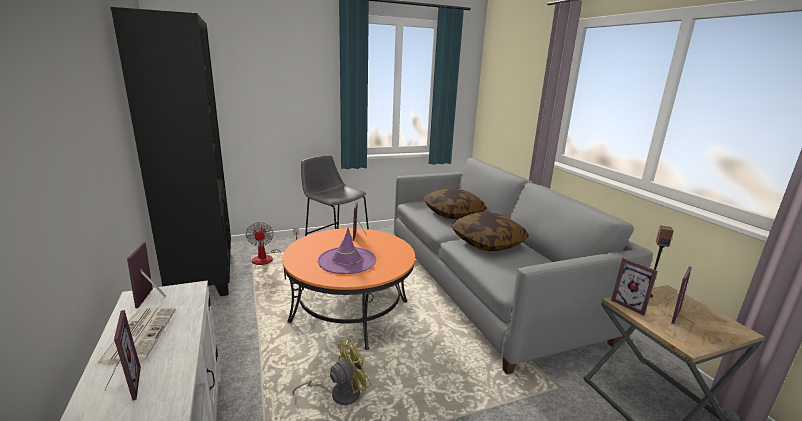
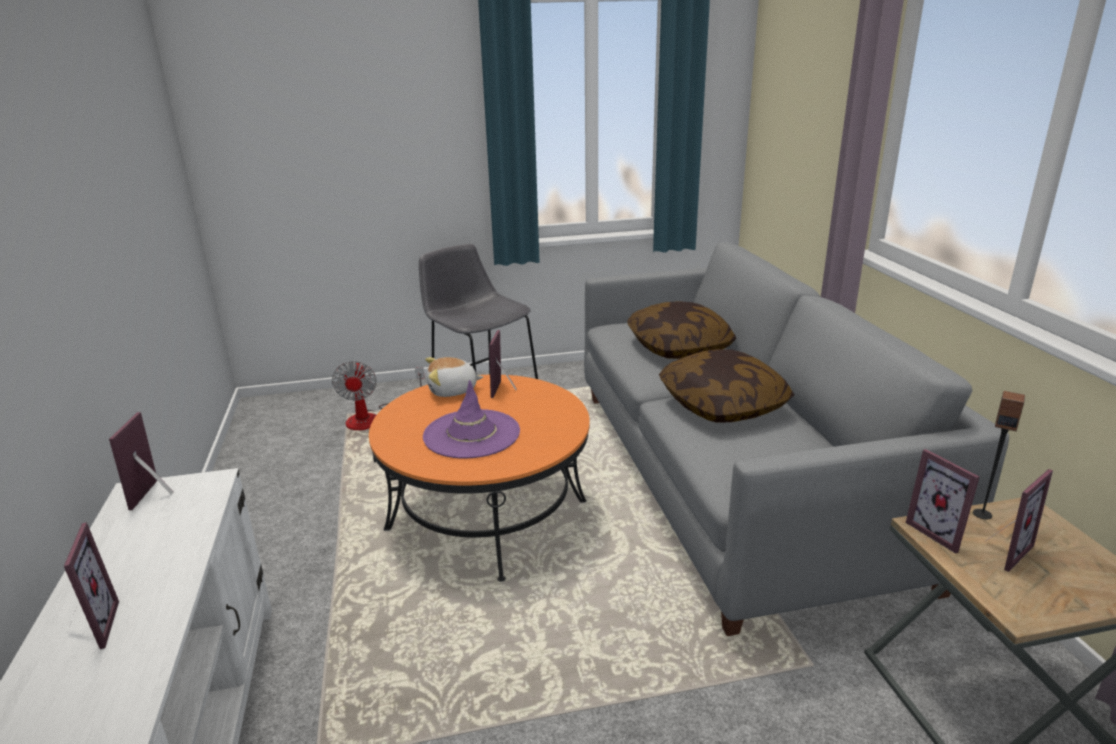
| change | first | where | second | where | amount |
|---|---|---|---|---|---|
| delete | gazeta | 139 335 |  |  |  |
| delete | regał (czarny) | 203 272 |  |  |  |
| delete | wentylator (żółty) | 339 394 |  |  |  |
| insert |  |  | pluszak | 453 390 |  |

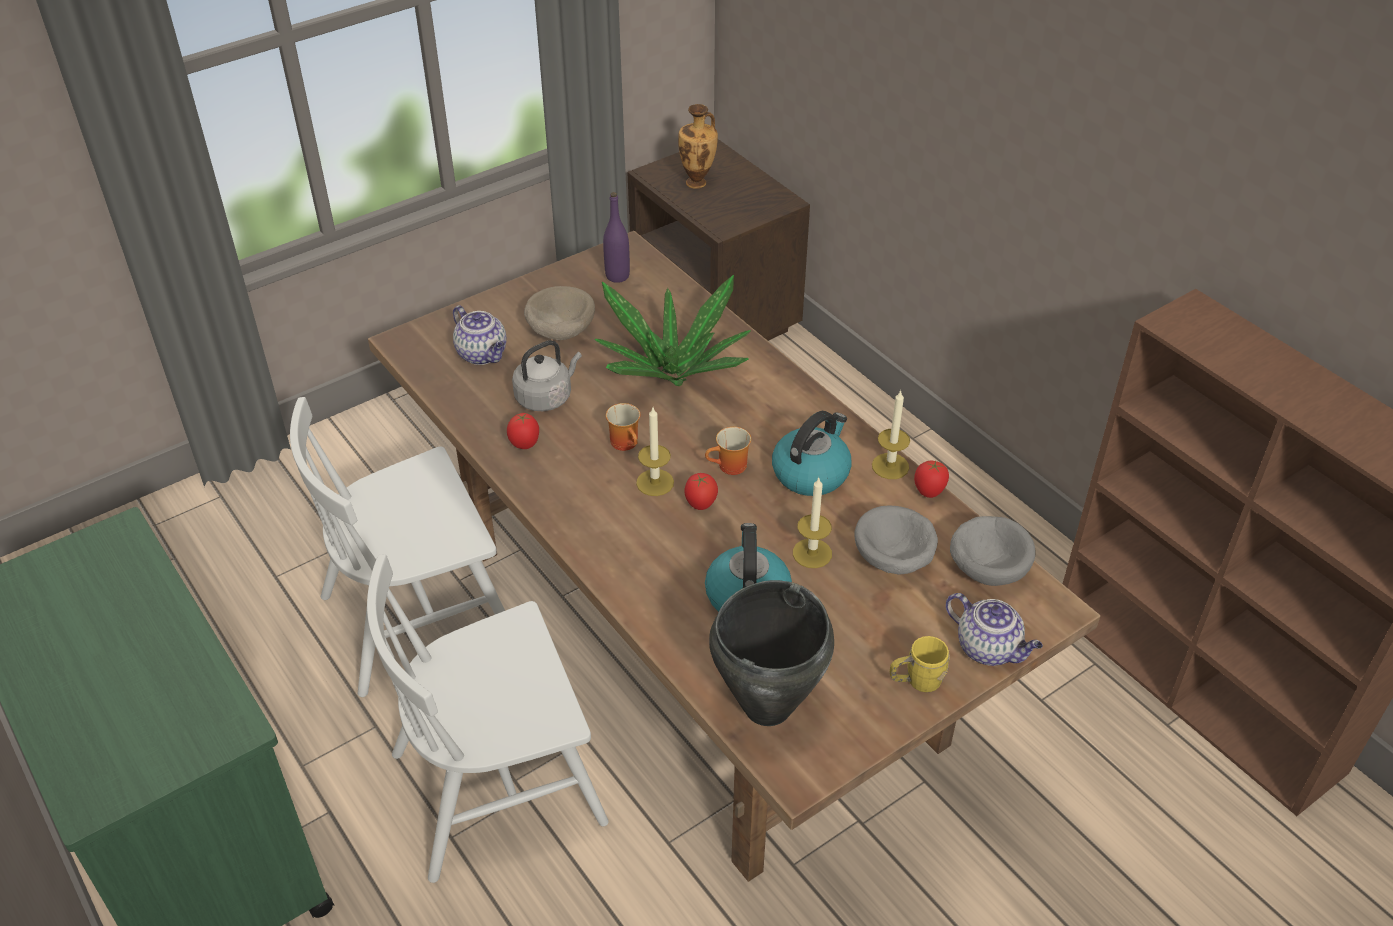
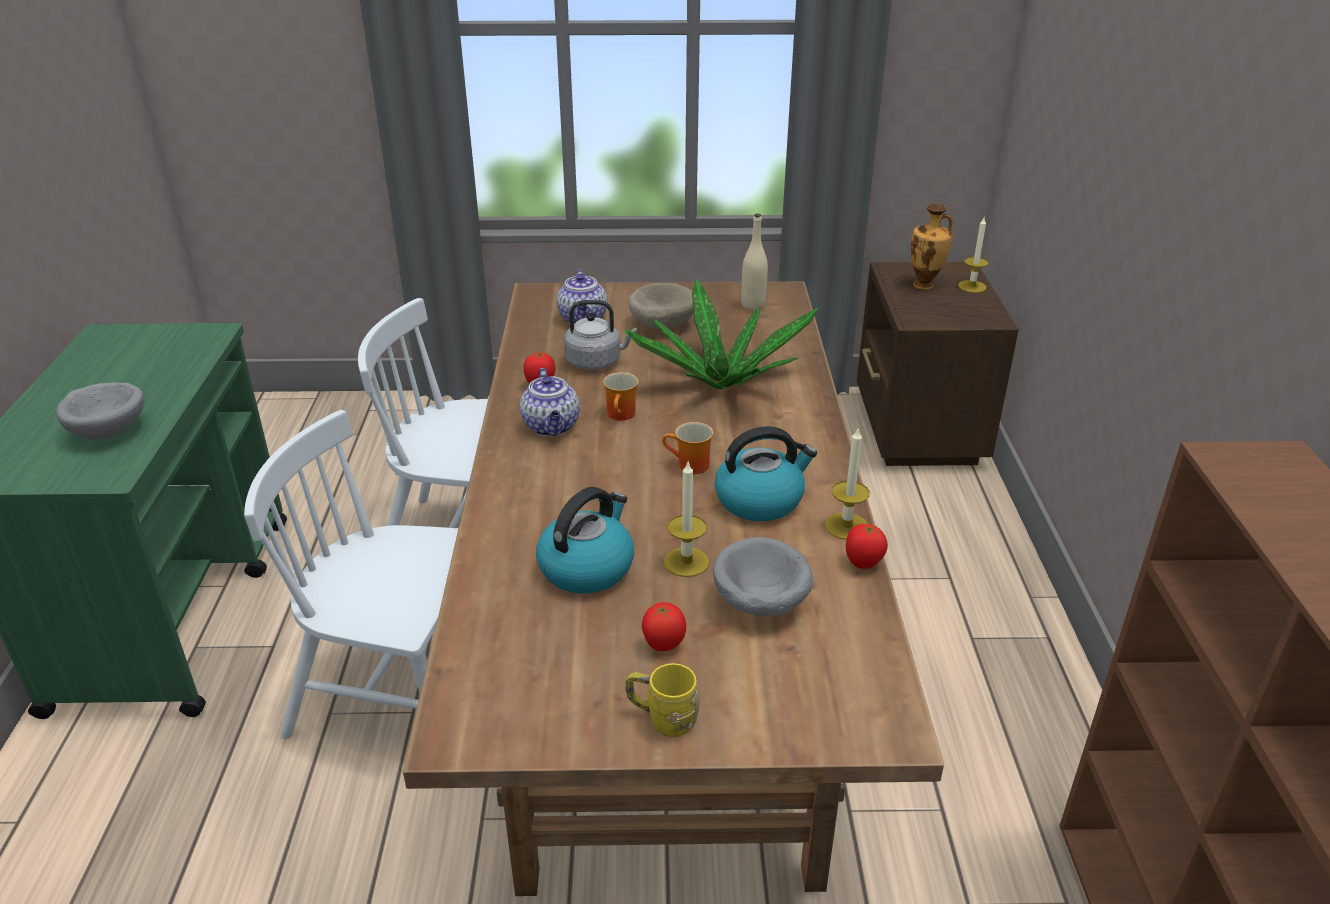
| change | first | where | second | where | amount |
|---|---|---|---|---|---|
| recolor | butelka (fioletowy) | 617 276 | butelka (beżowy) | 753 305 |  |
| move | świeca | 655 482 |  | 972 286 |  |
| move | pomidor | 700 505 |  | 663 645 |  |
| delete | garnek (czarny) | 766 707 |  |  |  |
| move | imbryk | 989 649 |  | 552 427 |  |
| move | miska (szary) | 988 568 |  | 111 430 |  |

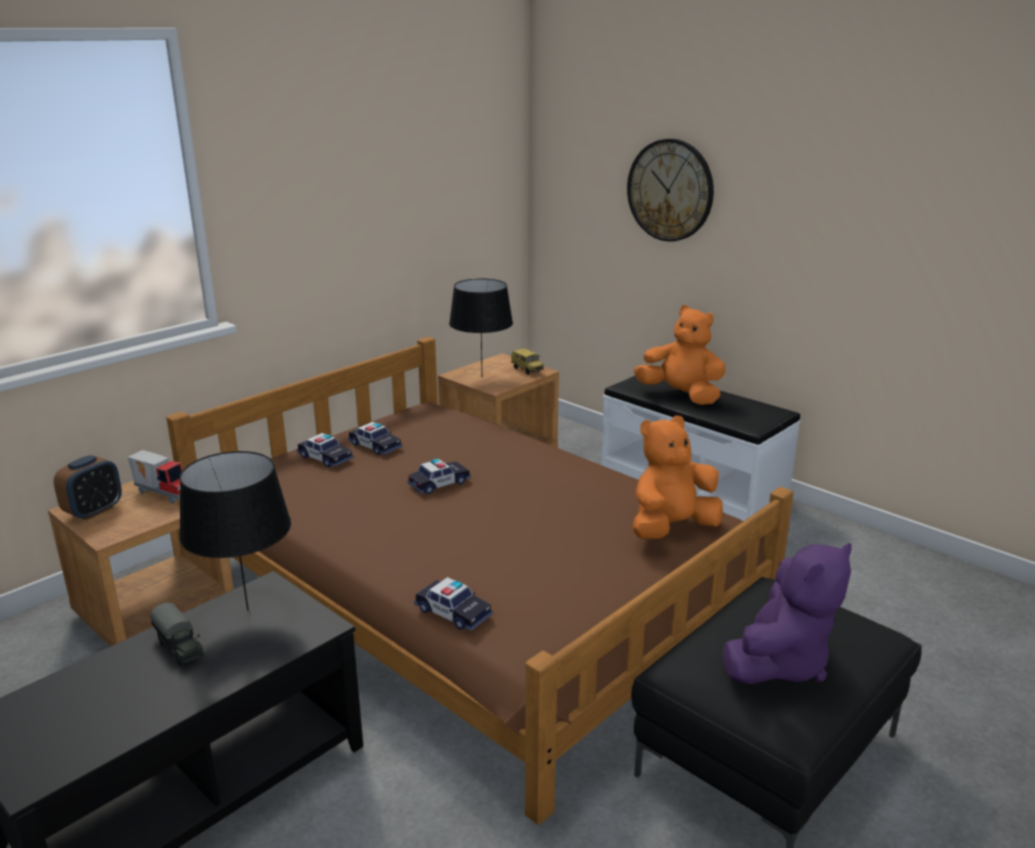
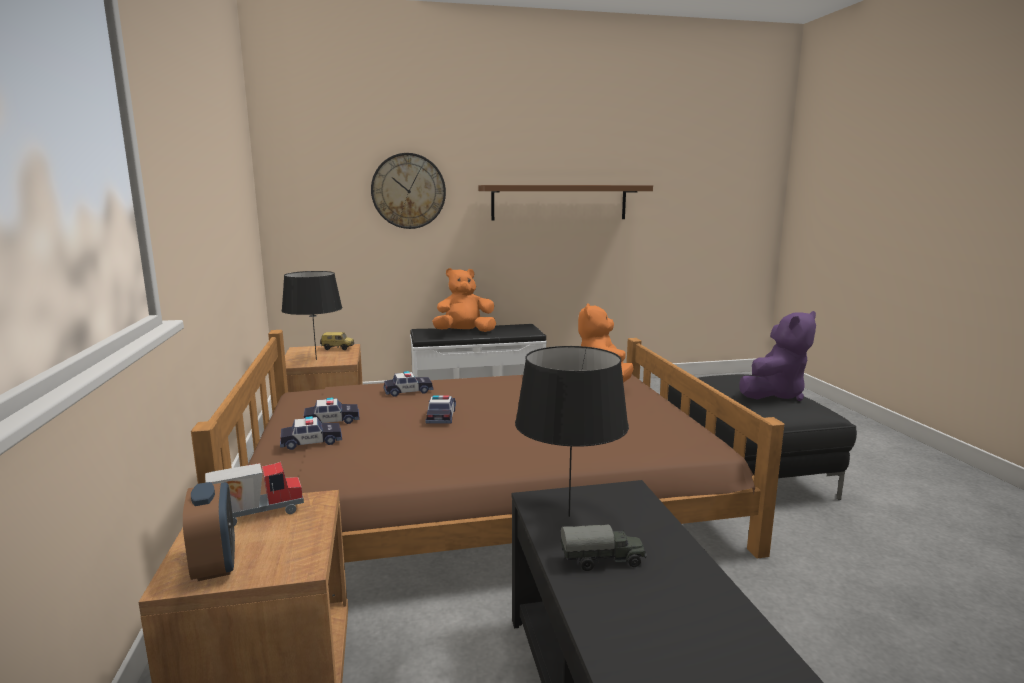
| change | first | where | second | where | amount |
|---|---|---|---|---|---|
| move | samochodzik | 453 612 |  | 408 391 |  |
| rotate | pluszak (fioletowy) | 780 663 |  | 774 394 | 60 degrees clockwise |
| insert |  |  | półka (brązowy) | 559 202 |  |

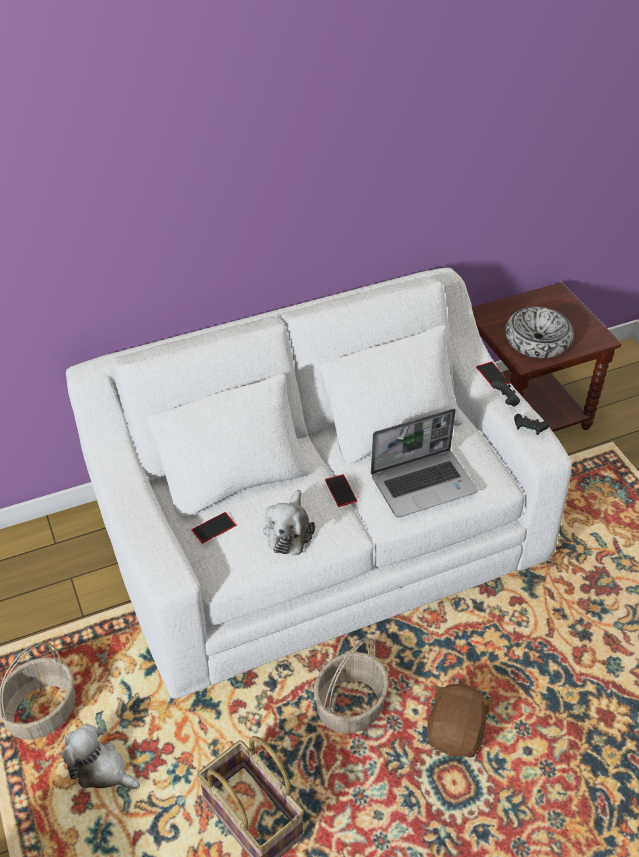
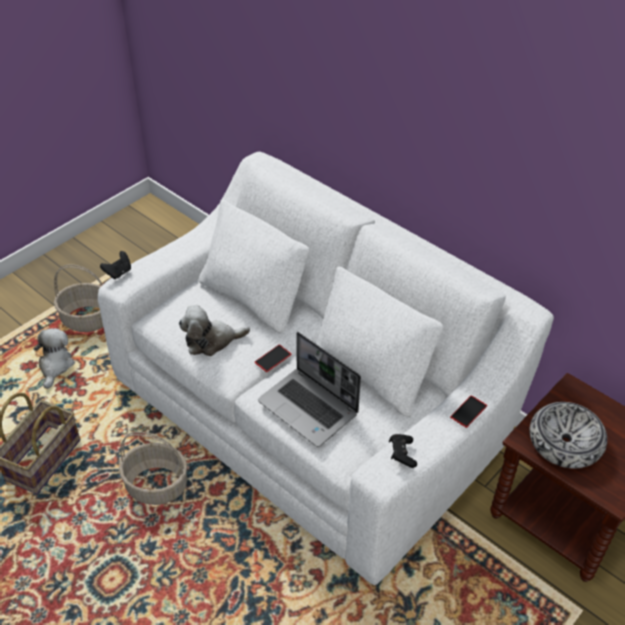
| change | first | where | second | where | amount |
|---|---|---|---|---|---|
| delete | telefon | 213 527 |  |  |  |
| delete | pluszak (brązowy) | 456 733 |  |  |  |
| move | pad do gier (czarny) | 505 401 |  | 118 273 |  |

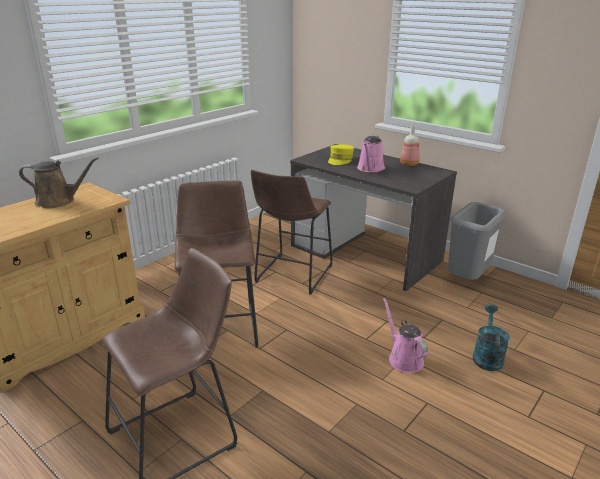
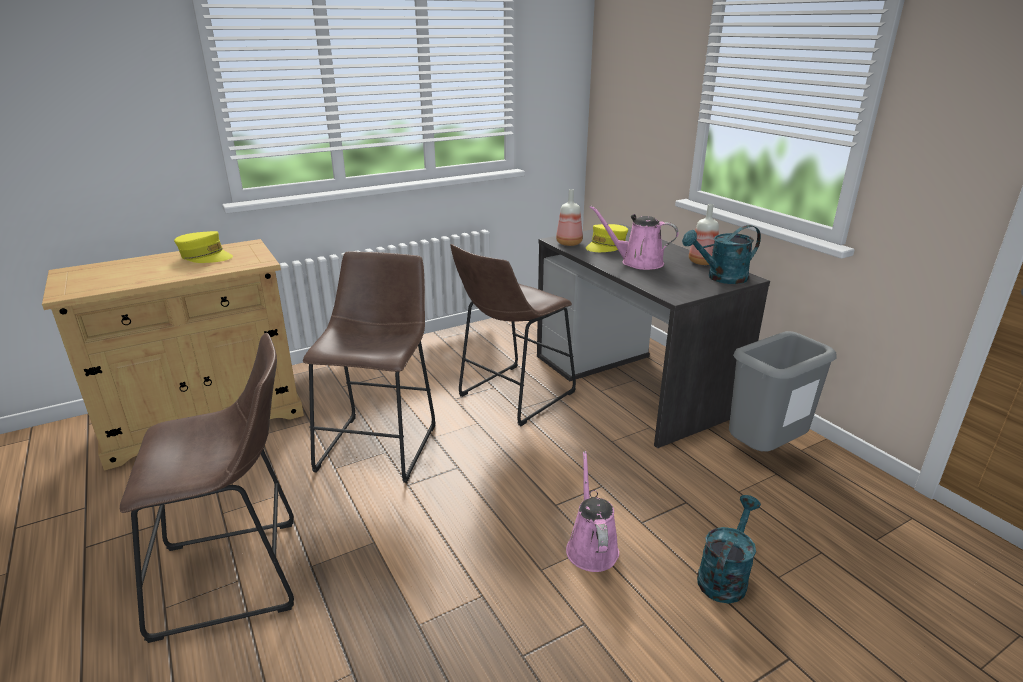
| change | first | where | second | where | amount |
|---|---|---|---|---|---|
| replace | konewka (brązowy) | 59 201 | czapka z daszkiem (żółty) | 205 256 |  |
| rotate | konewka (różowy) | 370 169 |  | 637 262 | 75 degrees clockwise |
| insert |  |  | butelka | 570 243 |  |
| insert |  |  | konewka (turkusowy) | 721 278 |  |

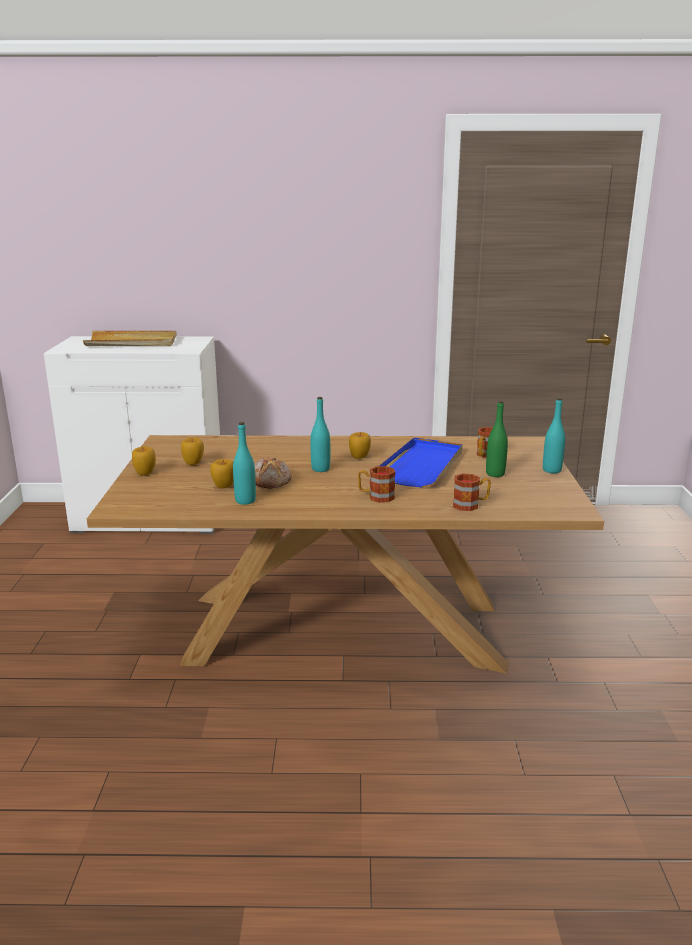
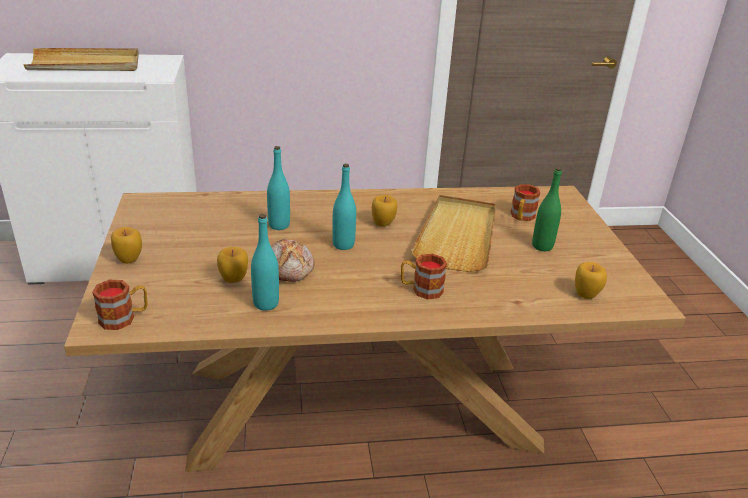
| change | first | where | second | where | amount |
|---|---|---|---|---|---|
| move | jabłko | 193 463 |  | 586 294 |  |
| recolor | taca (niebieski) | 422 466 | taca (beżowy) | 457 236 |  |
| move | kubek | 471 505 |  | 124 318 |  |
| move | butelka (turkusowy) | 551 470 |  | 279 225 |  |

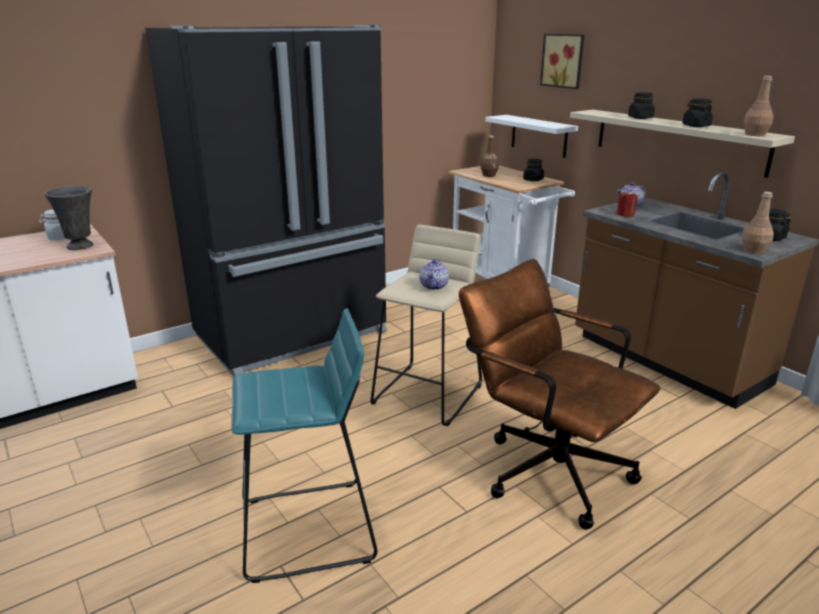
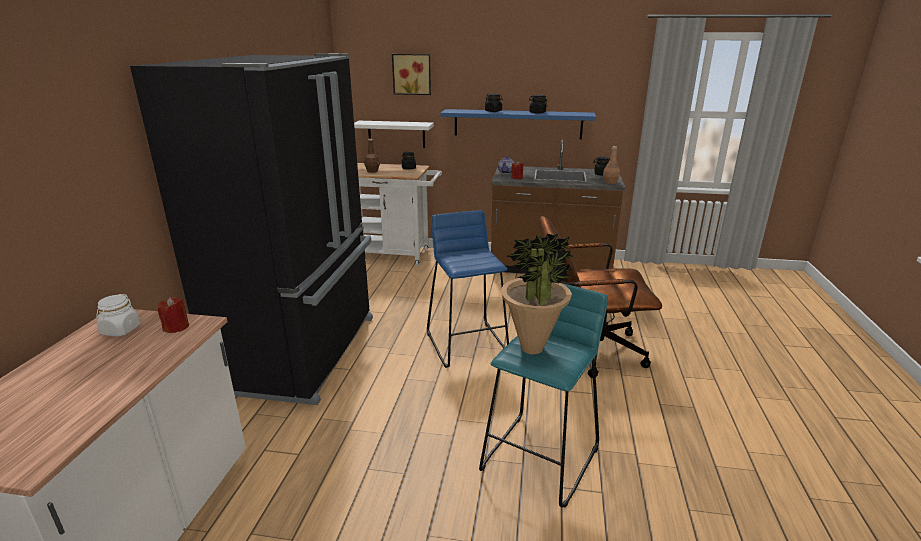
| change | first | where | second | where | amount |
|---|---|---|---|---|---|
| replace | wazon (szary) | 81 246 | świeca (czerwony) | 176 327 |  |
| recolor | stołek (beżowy) | 428 394 | stołek (niebieski) | 467 344 |  |
| delete | imbryk | 434 286 |  |  |  |
| recolor | półka (beżowy) | 677 140 | półka (niebieski) | 517 124 |  |
| delete | butelka (brązowy) | 754 134 |  |  |  |
| insert |  |  | roślina doniczkowa | 532 348 |  |

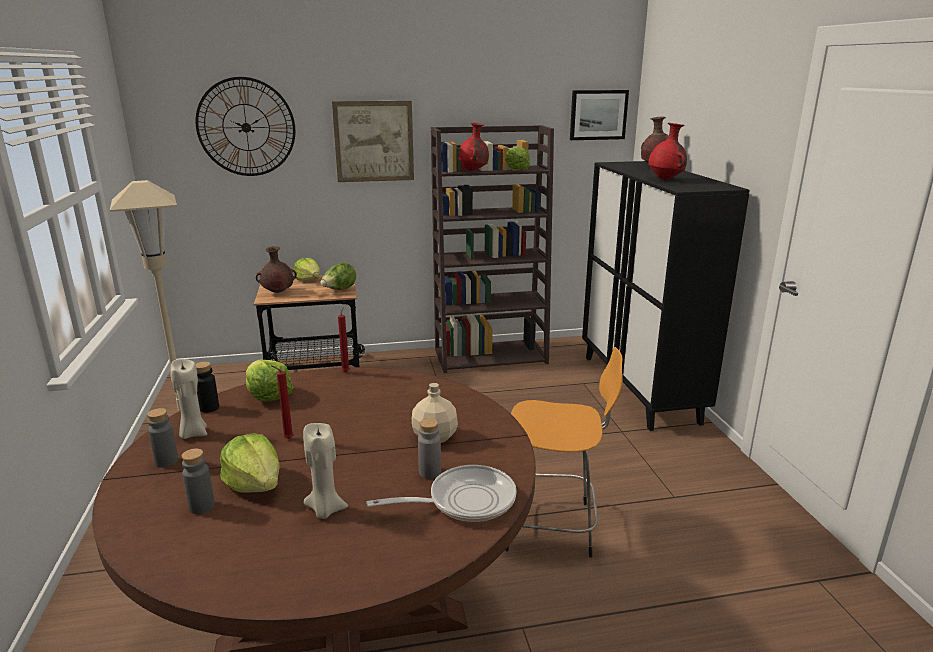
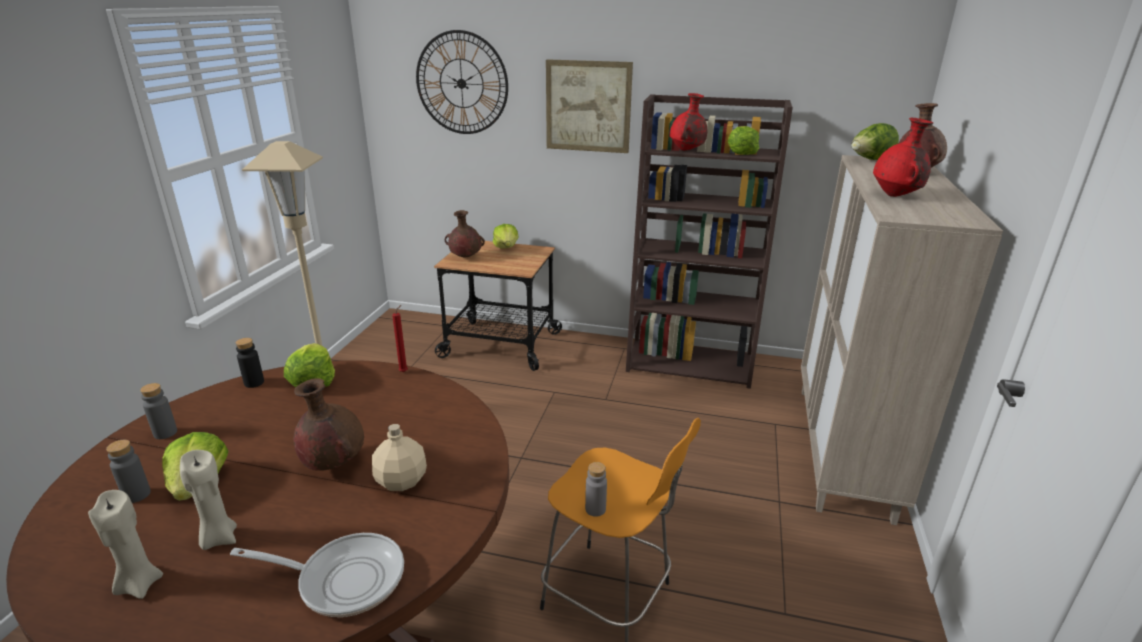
| change | first | where | second | where | amount |
|---|---|---|---|---|---|
| move | świeca (beżowy) | 193 433 |  | 139 584 |  |
| delete | świeca (czerwony) | 287 439 |  |  |  |
| move | sałata | 339 290 |  | 870 160 |  |
| move | butelka (szary) | 430 472 |  | 595 509 |  |
| delete | obraz | 598 115 |  |  |  |
| recolor | szafka (czarny) | 639 388 | szafka (beżowy) | 843 449 |  |
| insert |  |  | wazon (brązowy) | 333 463 |  |

